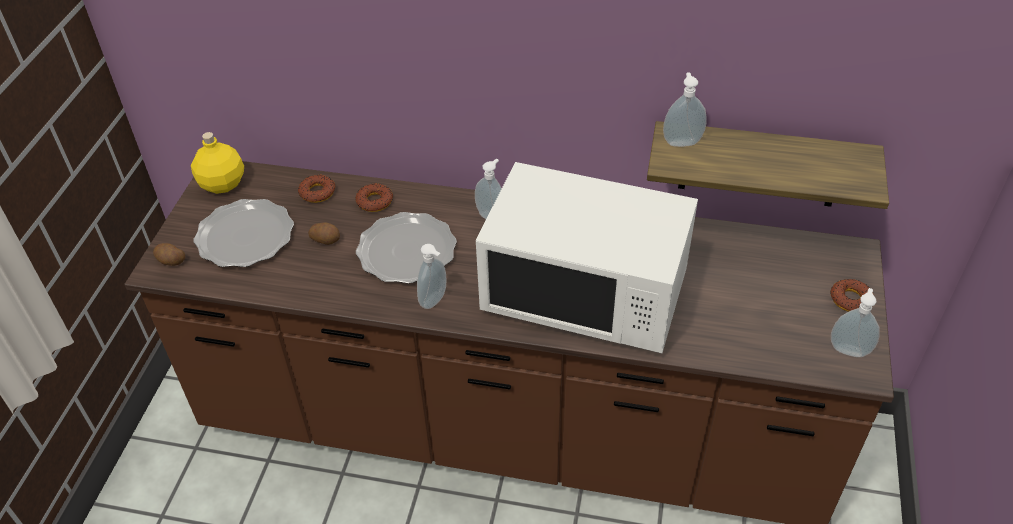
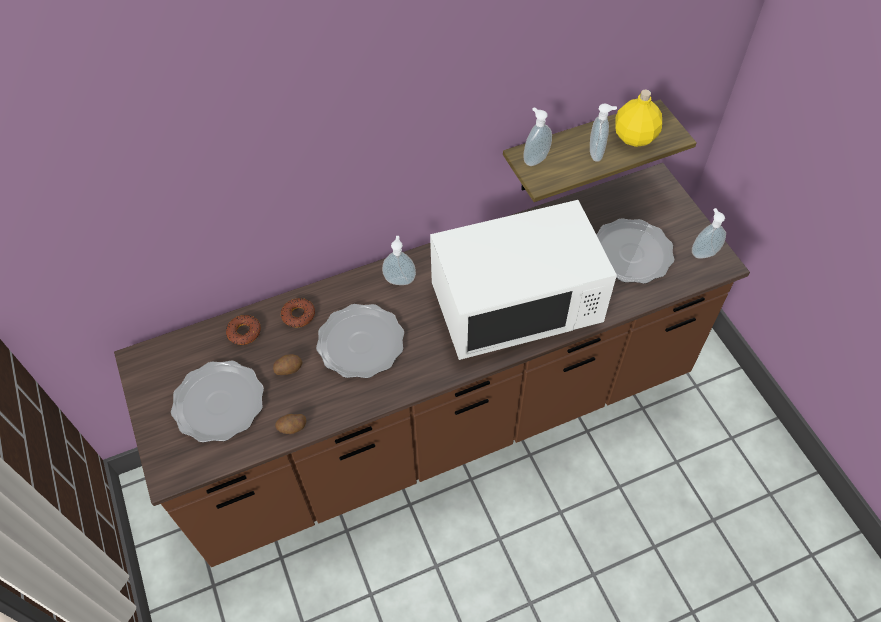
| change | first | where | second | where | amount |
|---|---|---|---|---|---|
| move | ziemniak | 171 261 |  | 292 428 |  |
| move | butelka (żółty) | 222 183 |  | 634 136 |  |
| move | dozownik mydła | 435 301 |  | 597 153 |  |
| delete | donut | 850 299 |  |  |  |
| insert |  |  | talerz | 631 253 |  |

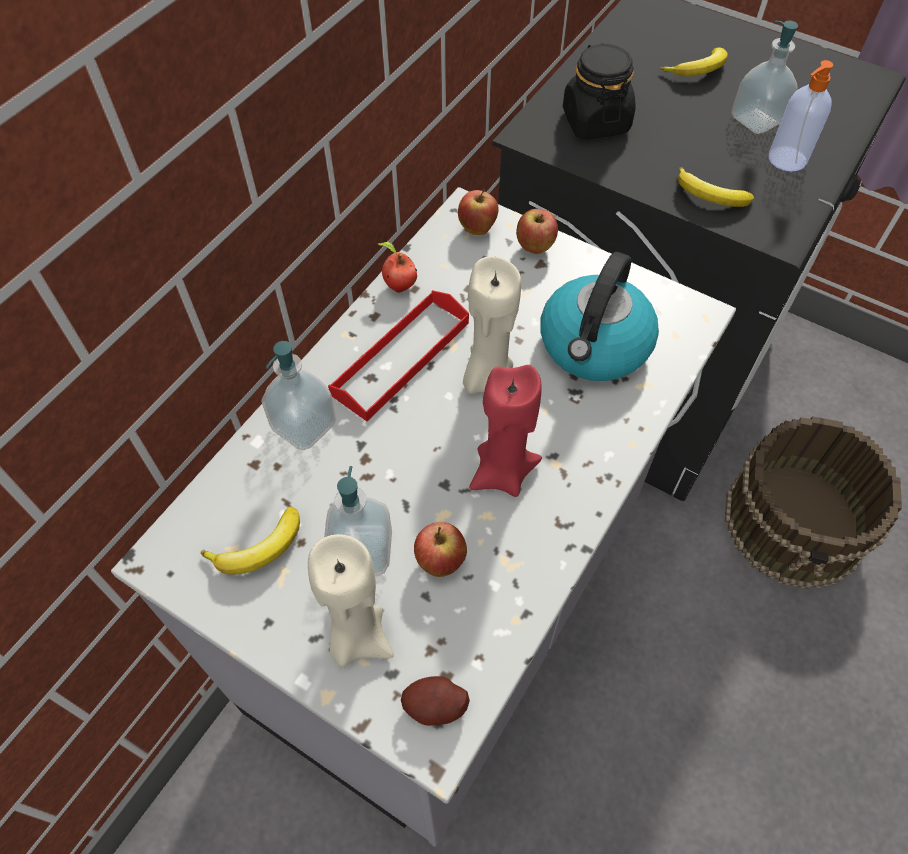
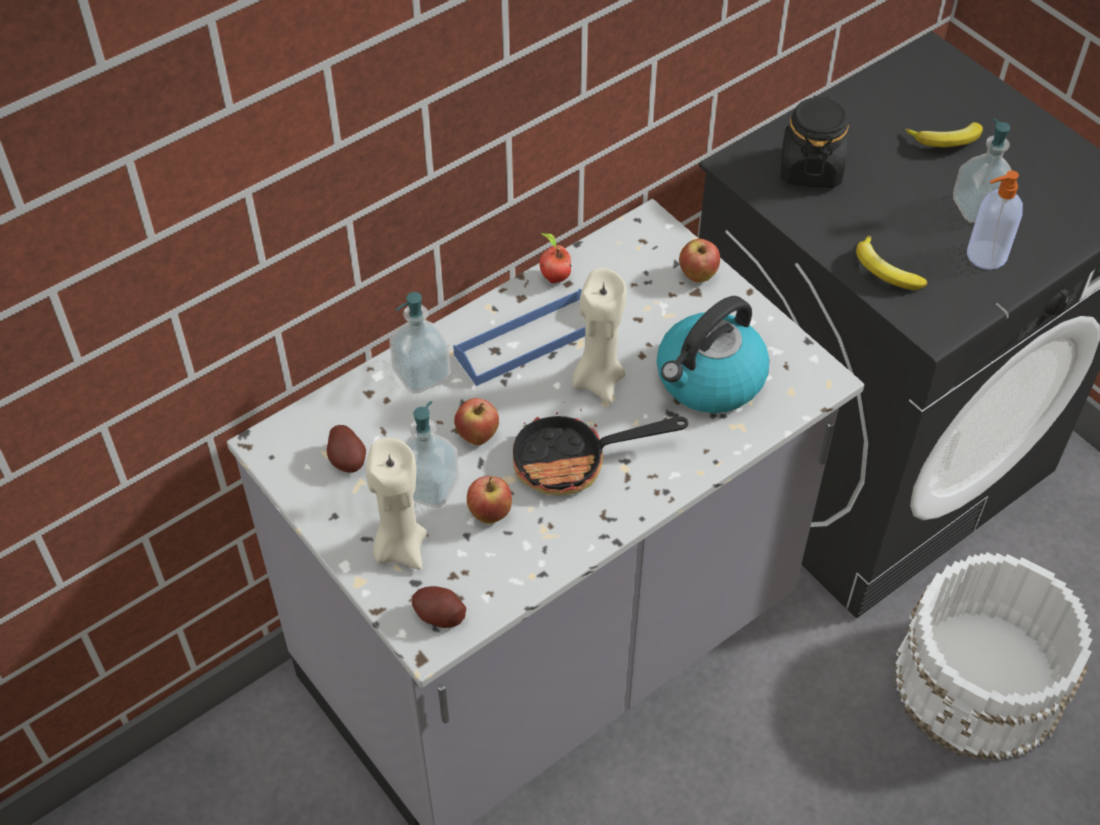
| change | first | where | second | where | amount |
|---|---|---|---|---|---|
| replace | banan | 259 549 | ziemniak | 348 460 |  |
| recolor | taca (czerwony) | 401 358 | taca (niebieski) | 529 341 |  |
| move | jabłko | 477 229 |  | 478 436 |  |
| replace | świeca (czerwony) | 502 473 | patelnia | 574 461 |  |
| recolor | wiadro (brązowy) | 796 522 | wiadro (biały) | 981 682 |  |

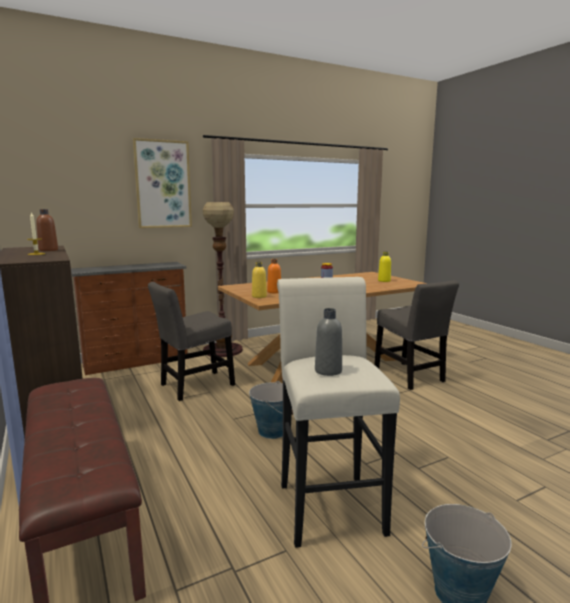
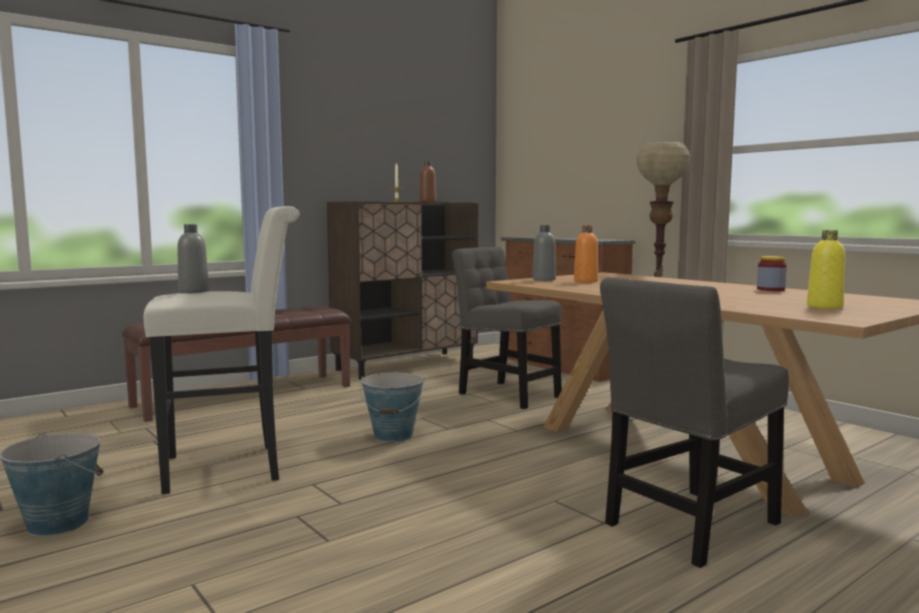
| change | first | where | second | where | amount |
|---|---|---|---|---|---|
| delete | obraz | 163 184 |  |  |  |
| recolor | butelka (żółty) | 259 296 | butelka (szary) | 544 279 |  |

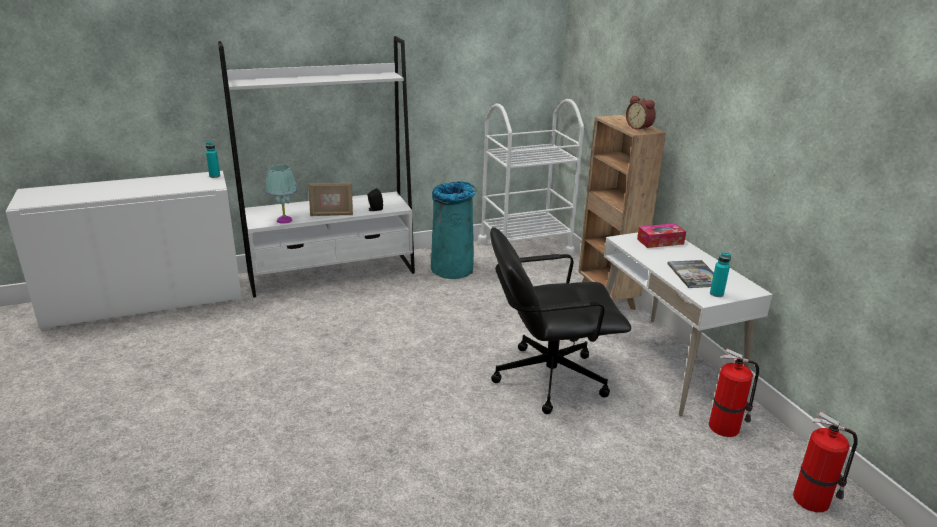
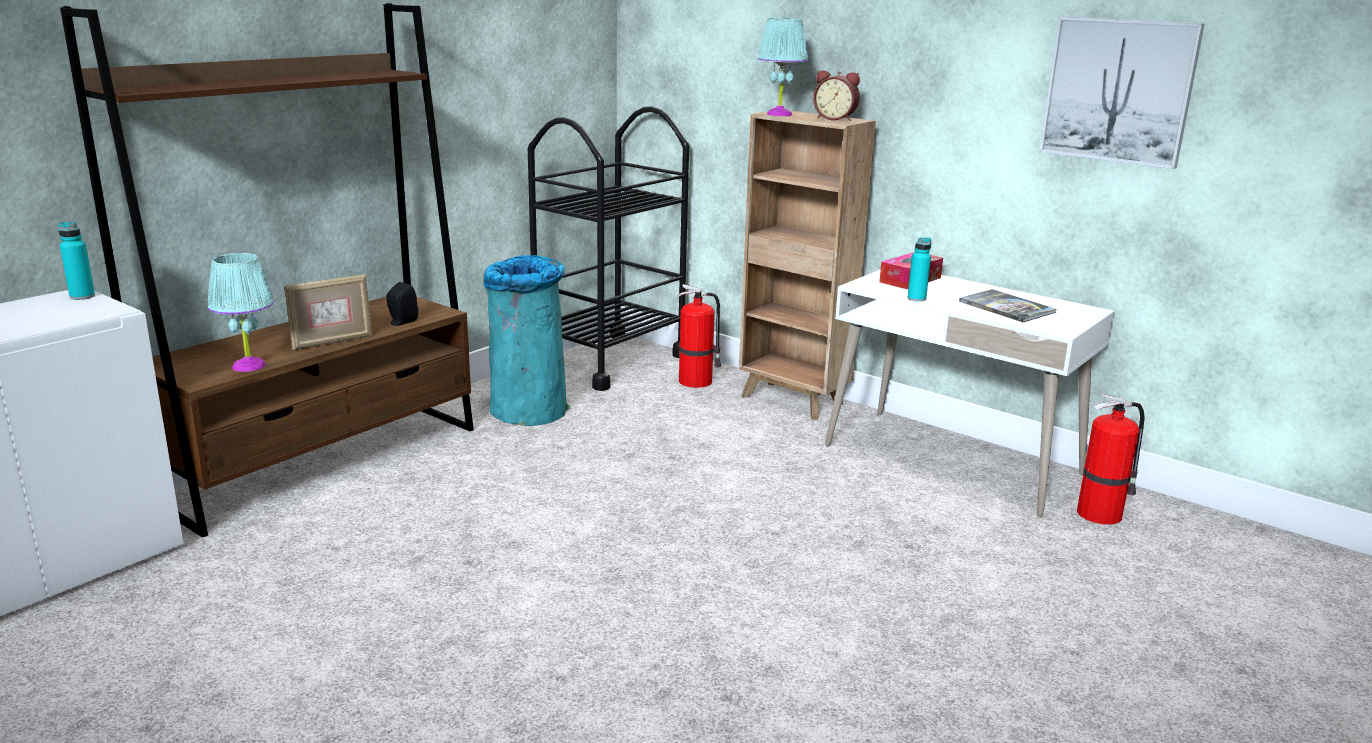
| change | first | where | second | where | amount |
|---|---|---|---|---|---|
| recolor | regał (biały) | 332 273 | regał (brązowy) | 325 463 |  |
| recolor | wózek (biały) | 525 248 | wózek (czarny) | 609 361 |  |
| delete | krzesło biurowe (czarny) | 548 377 |  |  |  |
| move | butelka (turkusowy) | 716 294 |  | 916 299 |  |
| move | gaśnica | 813 500 |  | 697 381 |  |
| insert |  |  | lampa stołowa (turkusowy) | 779 114 |  |
| insert |  |  | obraz | 1118 91 |  |

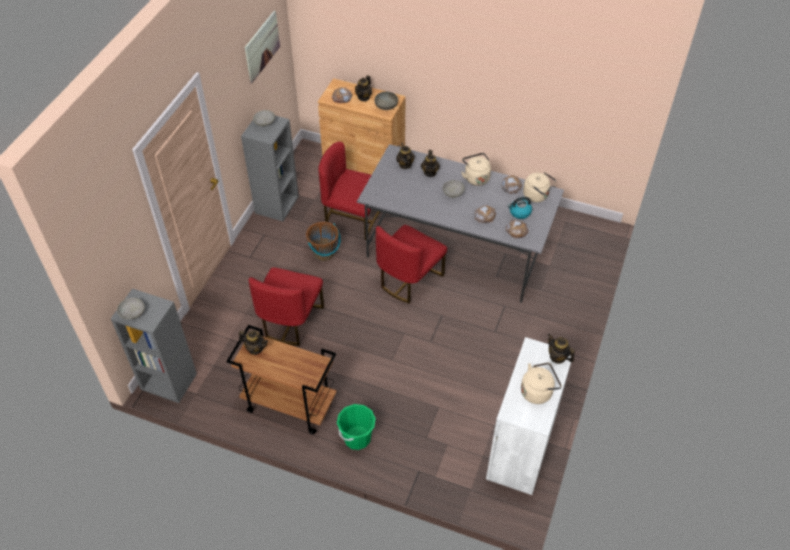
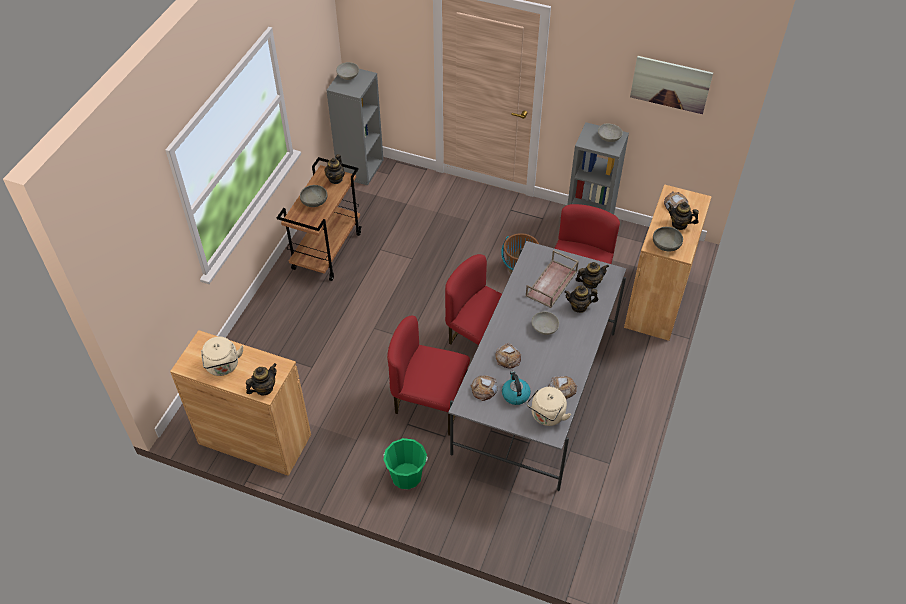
| change | first | where | second | where | amount |
|---|---|---|---|---|---|
| move | krzesło (czerwony) | 291 321 |  | 429 403 |  |
| move | wiadro (zielony) | 357 438 |  | 406 476 |  |
| delete | czajnik (beżowy) | 475 177 |  |  |  |
| recolor | szafka (biały) | 521 446 | szafka (brązowy) | 255 439 |  |
| insert |  |  | miska (szary) | 314 202 |  |
| insert |  |  | taca (brązowy) | 551 284 |  |

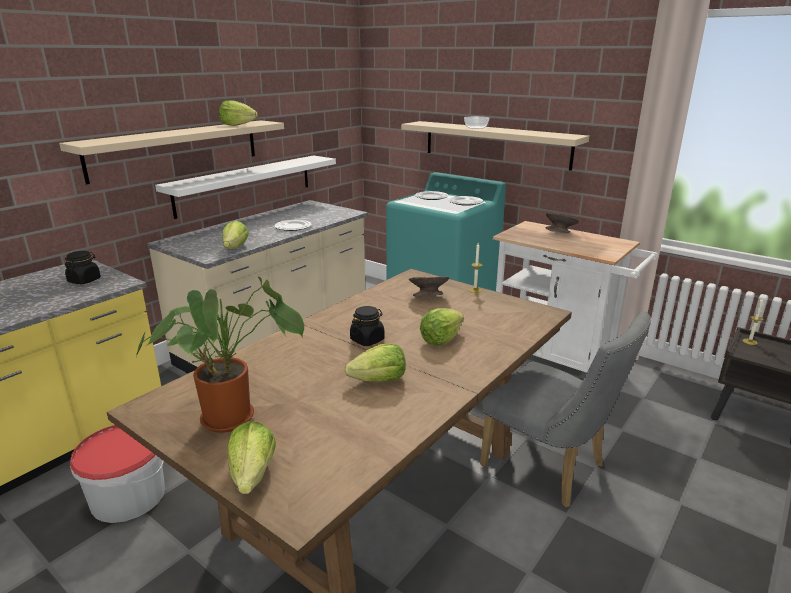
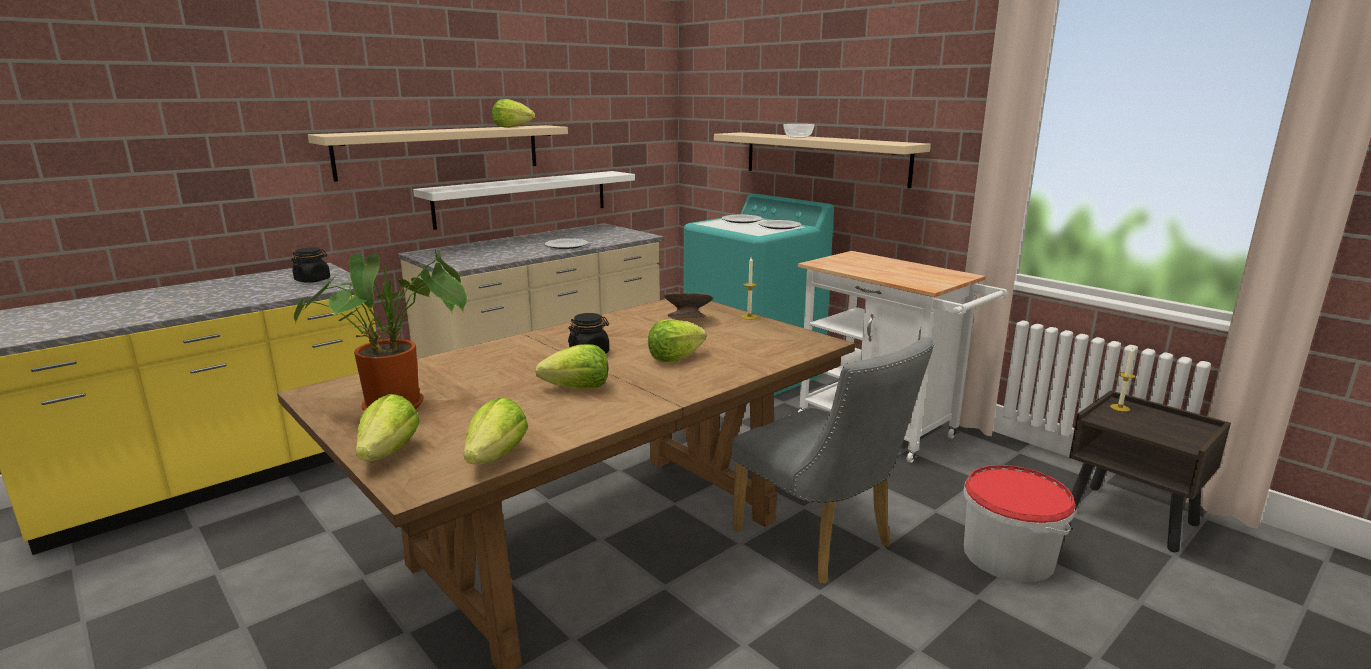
| change | first | where | second | where | amount |
|---|---|---|---|---|---|
| move | wiadro | 128 496 |  | 1008 555 |  |
| move | sałata | 235 248 |  | 496 456 |  |
| delete | miska (szary) | 559 233 |  |  |  |

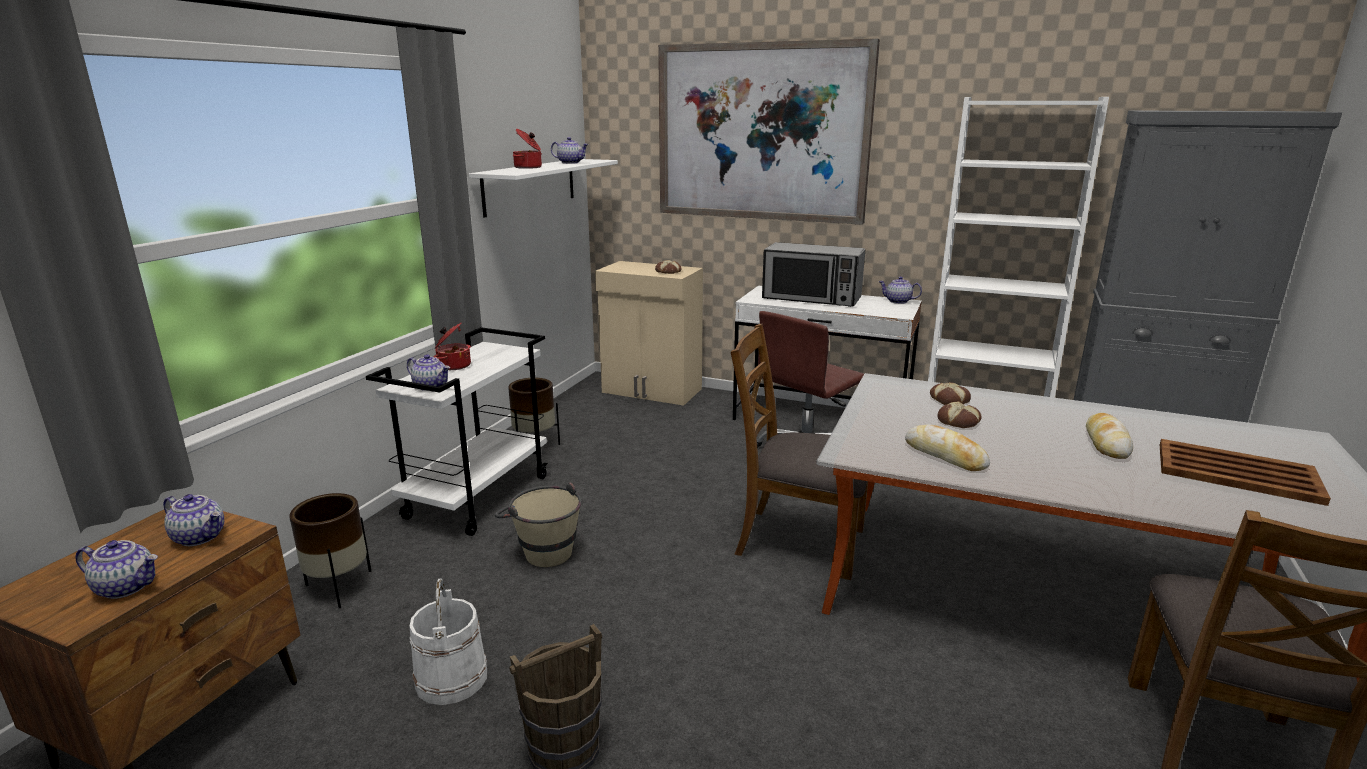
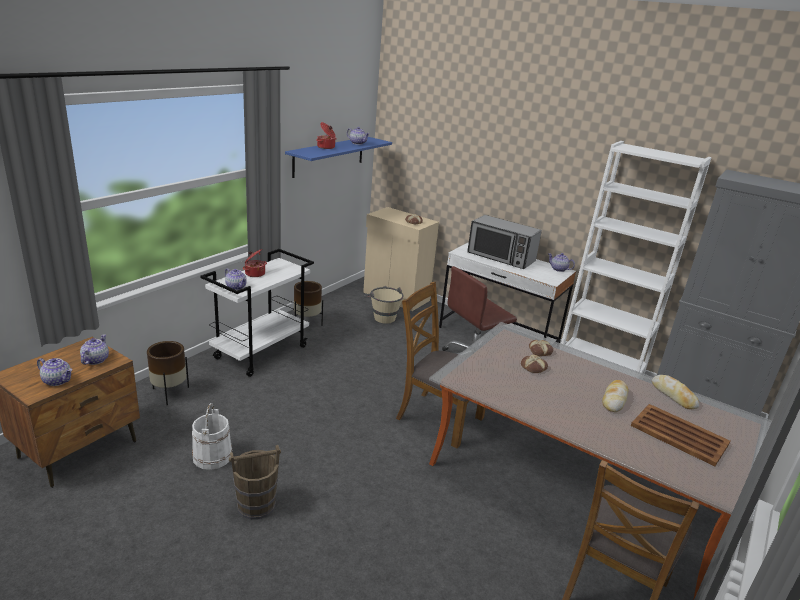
| change | first | where | second | where | amount |
|---|---|---|---|---|---|
| rotate | imbryk | 200 537 |  | 95 360 | 120 degrees counterclockwise |
| recolor | półka (biały) | 530 186 | półka (niebieski) | 329 156 |  |
| move | wiadro (beżowy) | 542 550 |  | 382 316 |  |
| delete | obraz | 762 133 |  |  |  |
| move | chleb | 945 455 |  | 673 395 |  |

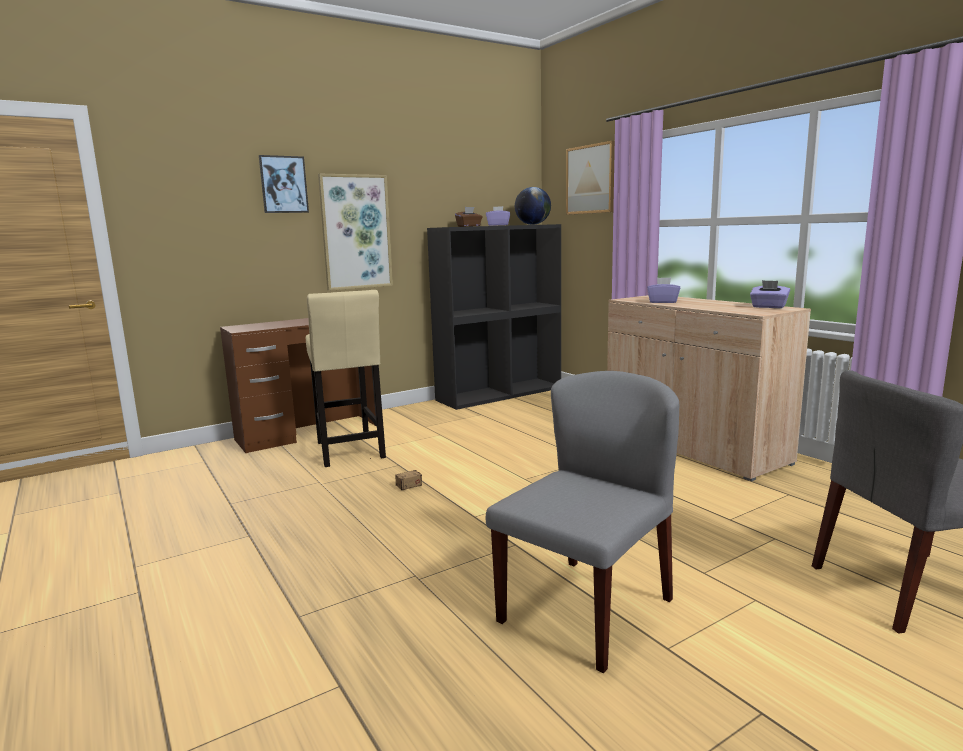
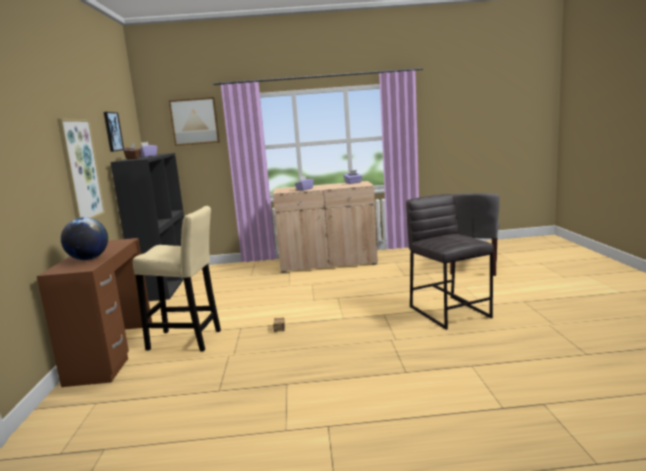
| change | first | where | second | where | amount |
|---|---|---|---|---|---|
| move | obraz | 283 184 |  | 112 131 |  |
| replace | krzesło (szary) | 586 609 | stołek (szary) | 449 311 |  |
| move | globus | 532 224 |  | 88 259 |  |

